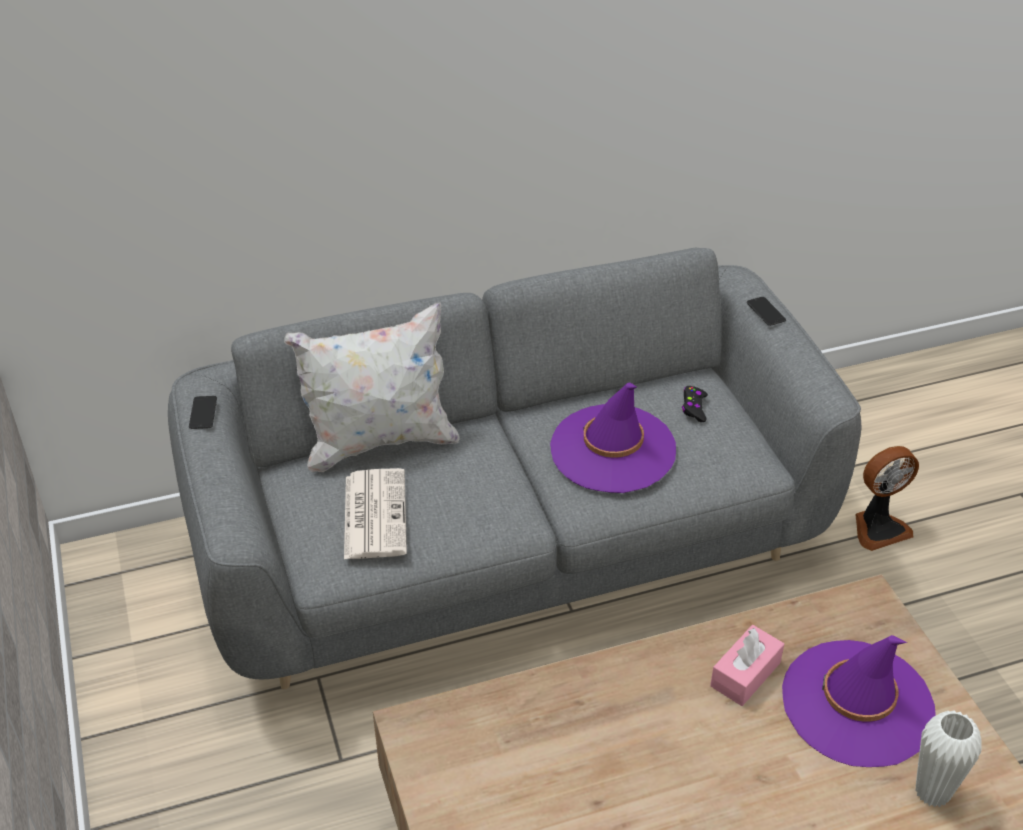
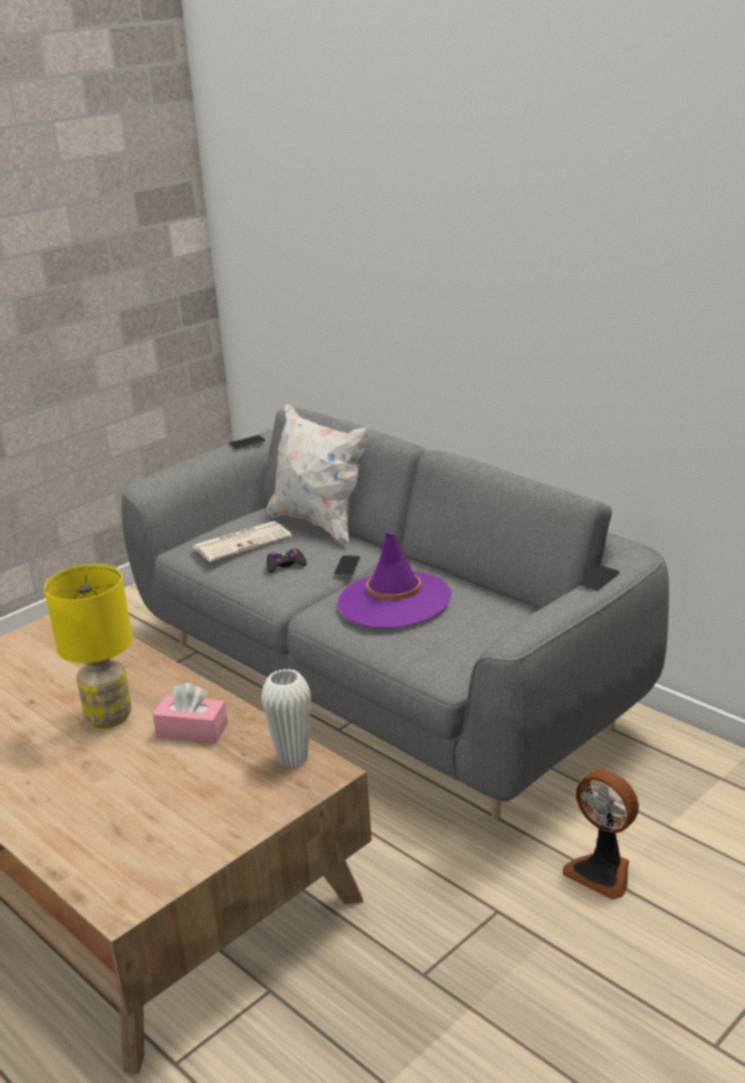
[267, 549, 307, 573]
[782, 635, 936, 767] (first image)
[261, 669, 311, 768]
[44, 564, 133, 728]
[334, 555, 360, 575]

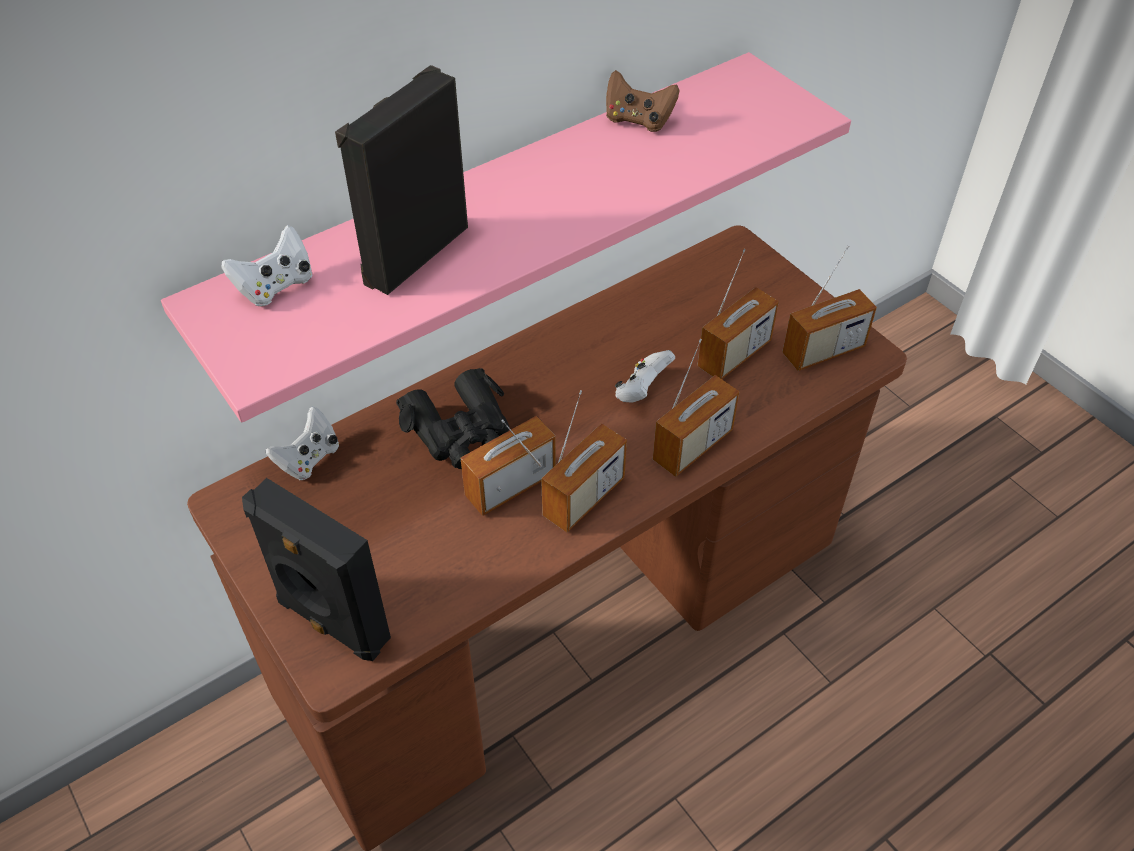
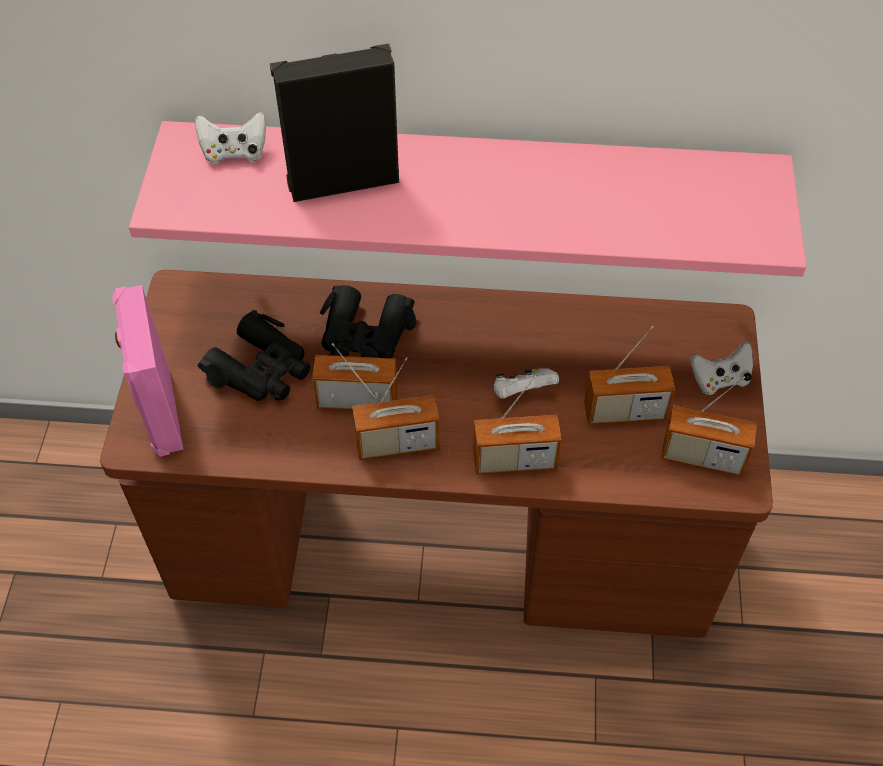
[112, 285, 184, 457]
[690, 341, 753, 395]
[606, 70, 680, 132] (first image)
[198, 310, 310, 401]

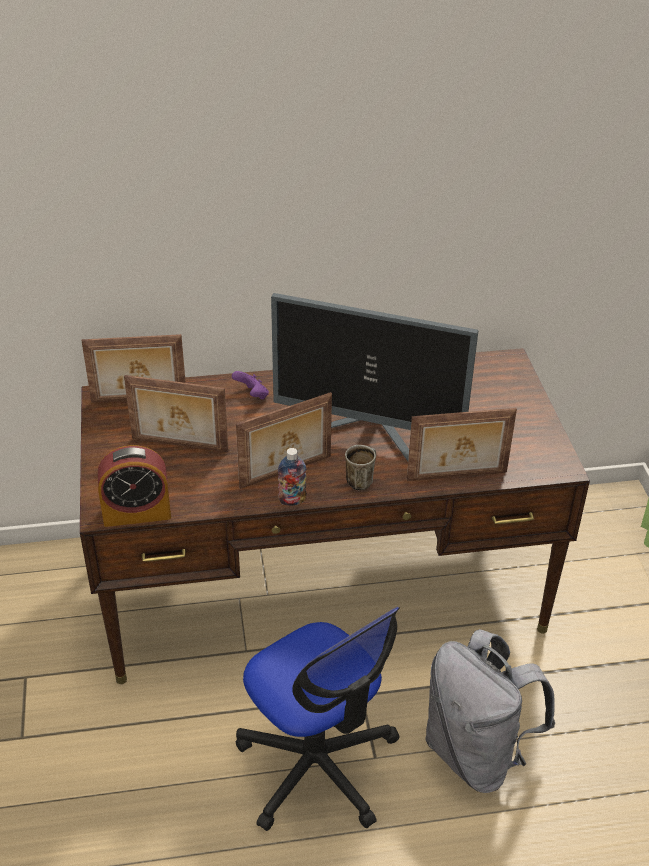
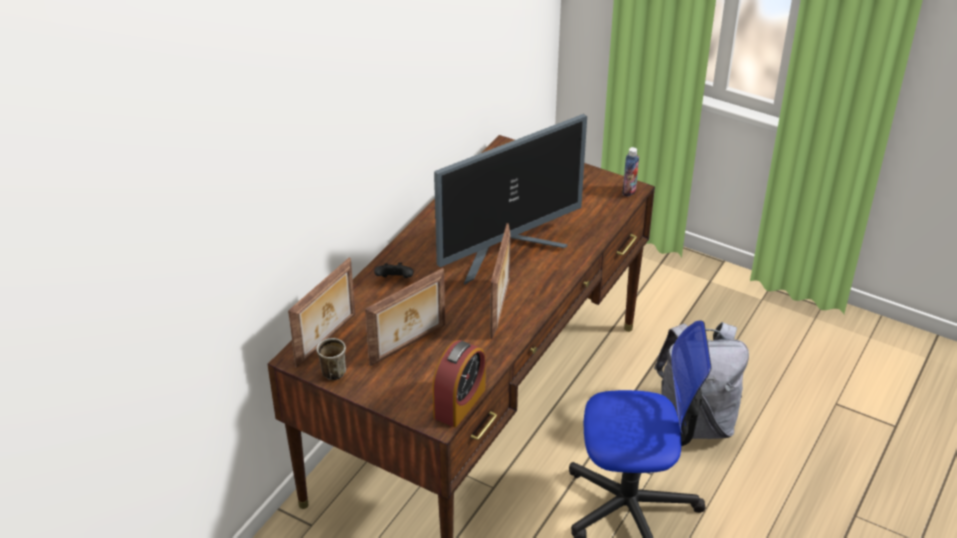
[374, 262, 413, 278]
[623, 147, 639, 197]
[316, 338, 346, 380]
[407, 408, 517, 481] (first image)

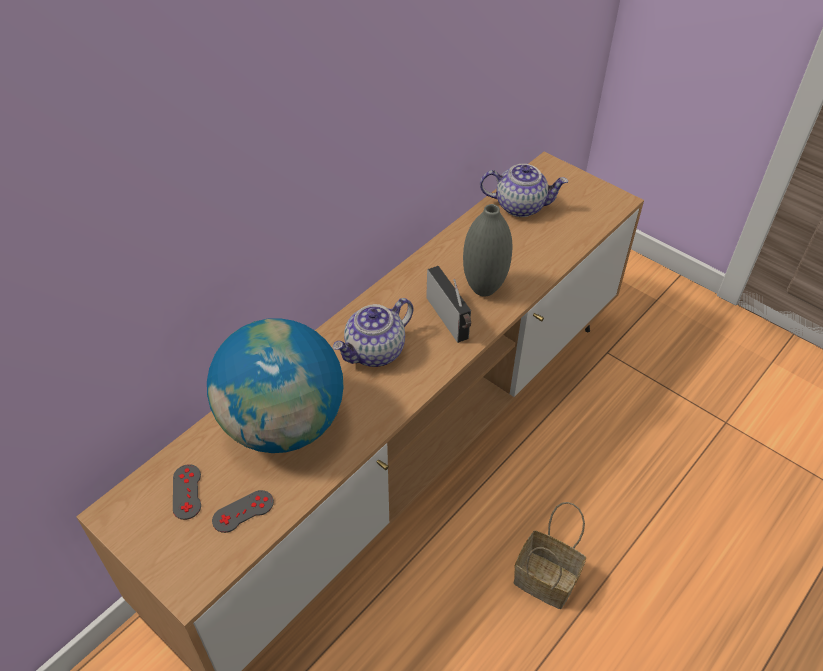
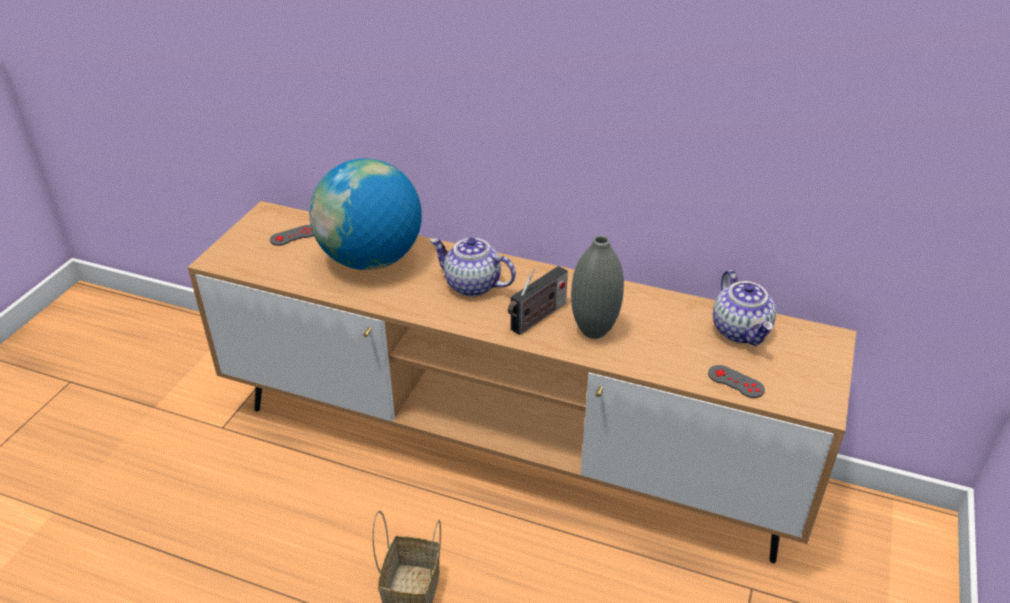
[708, 365, 765, 398]

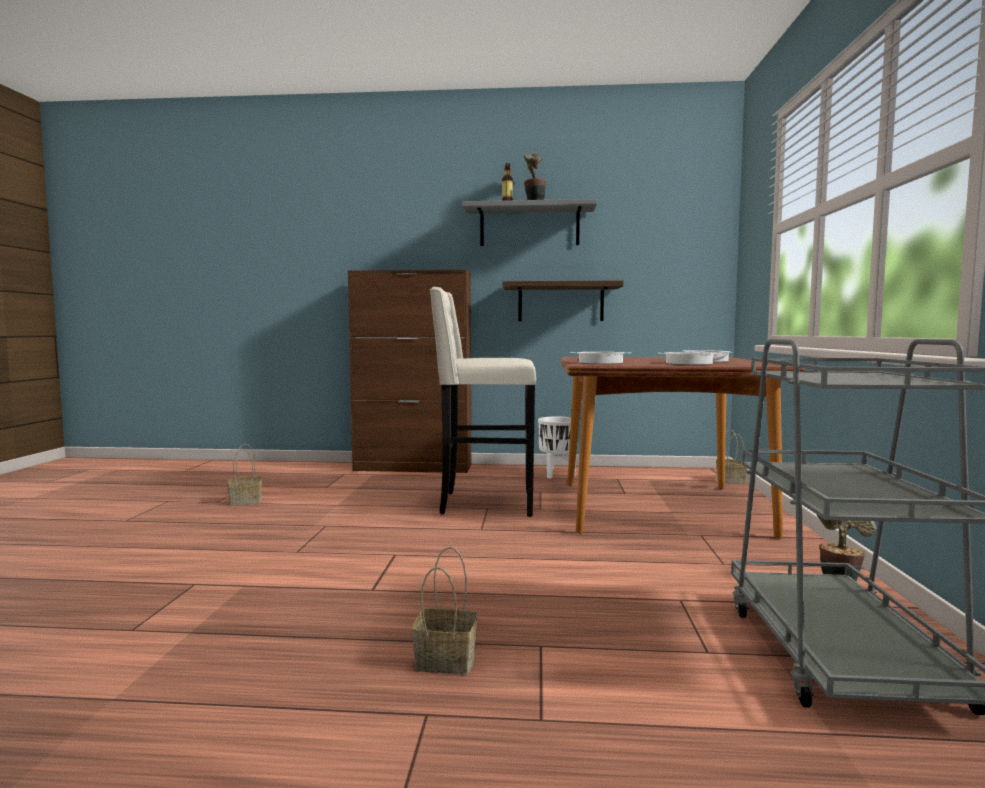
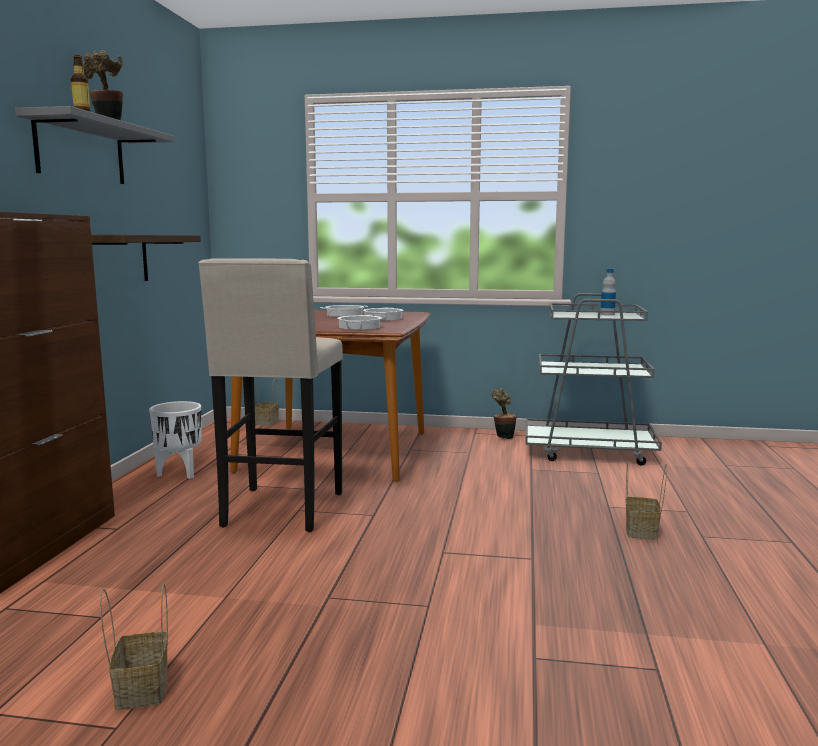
[600, 268, 616, 316]

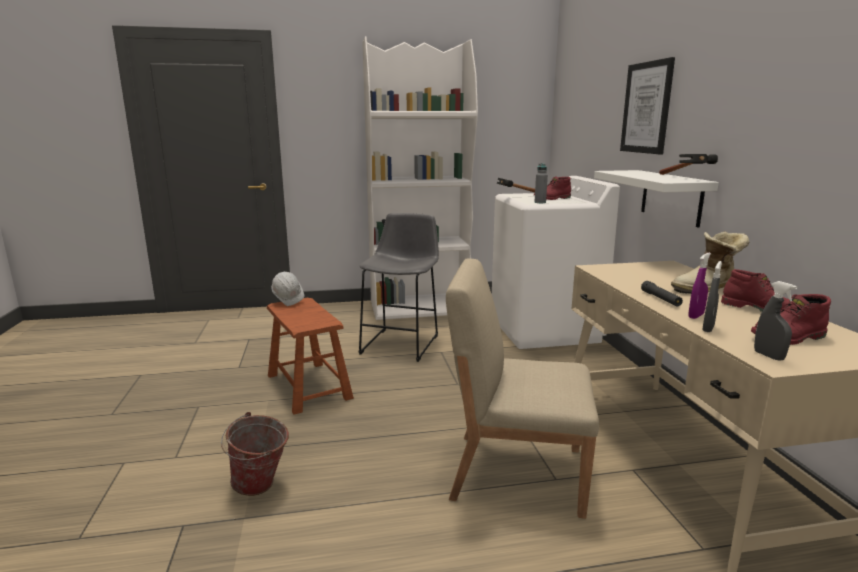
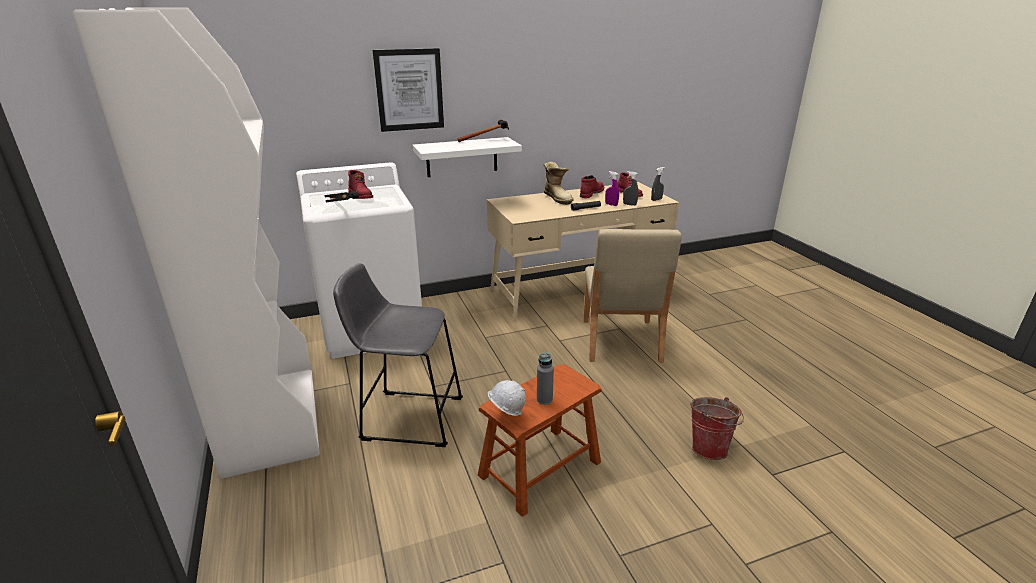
[537, 352, 554, 405]

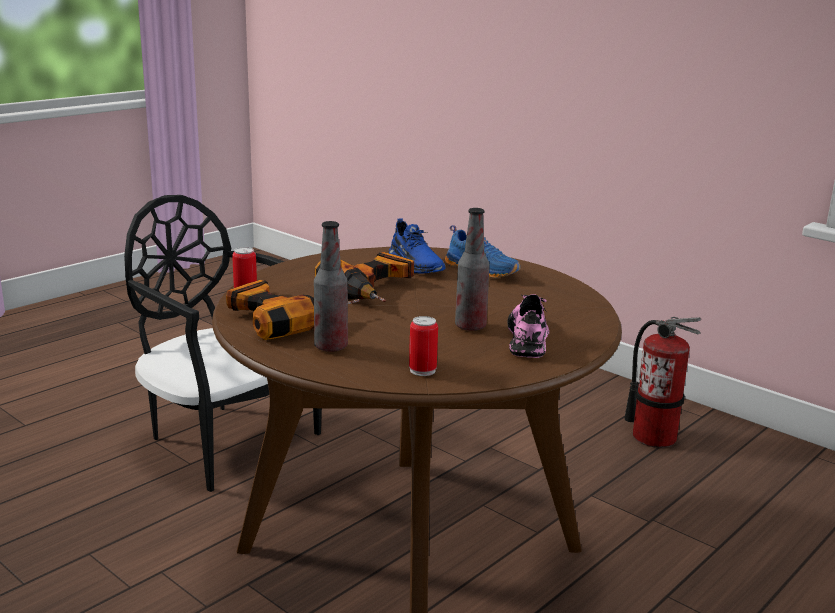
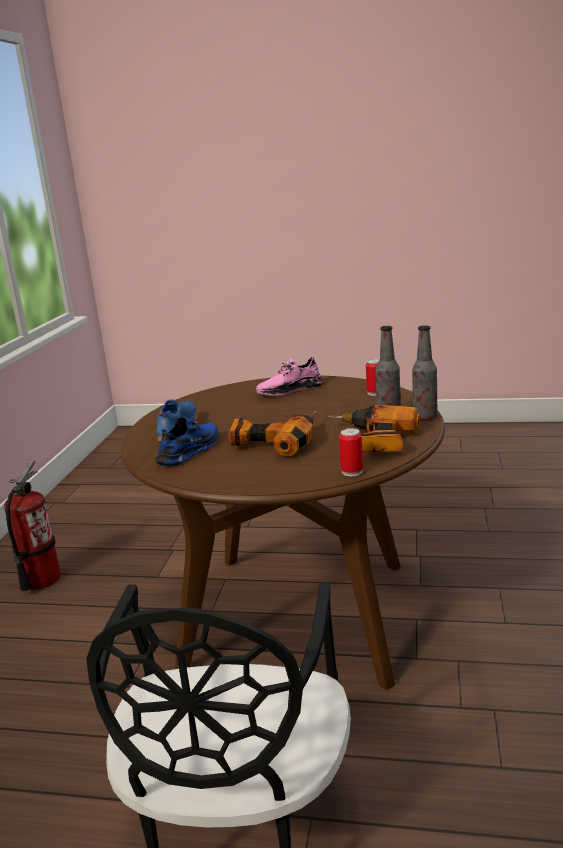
[412, 325, 437, 421]

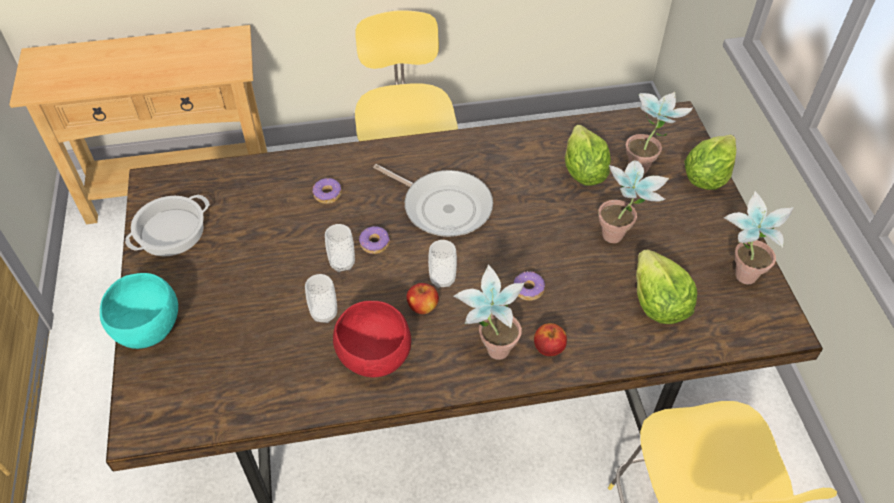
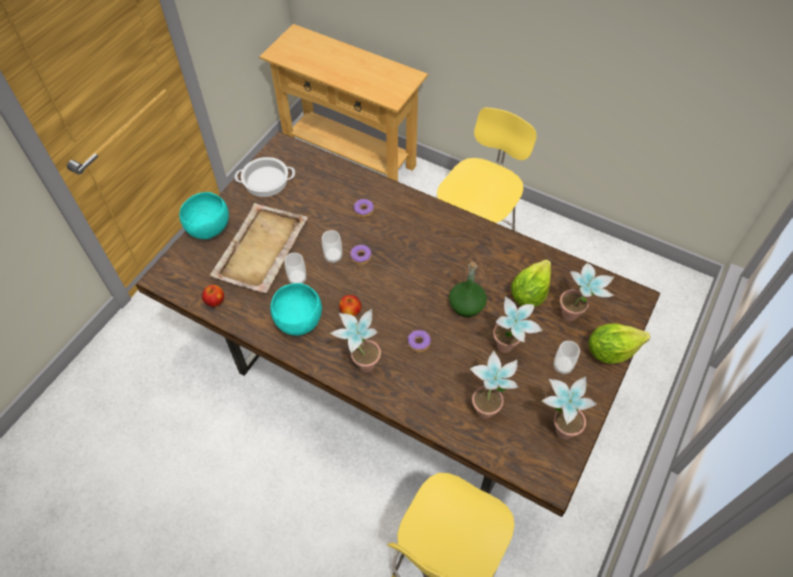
[270, 283, 322, 336]
[373, 164, 493, 237] (first image)
[553, 341, 580, 374]
[202, 285, 224, 307]
[470, 350, 518, 419]
[209, 203, 308, 293]
[449, 262, 487, 317]

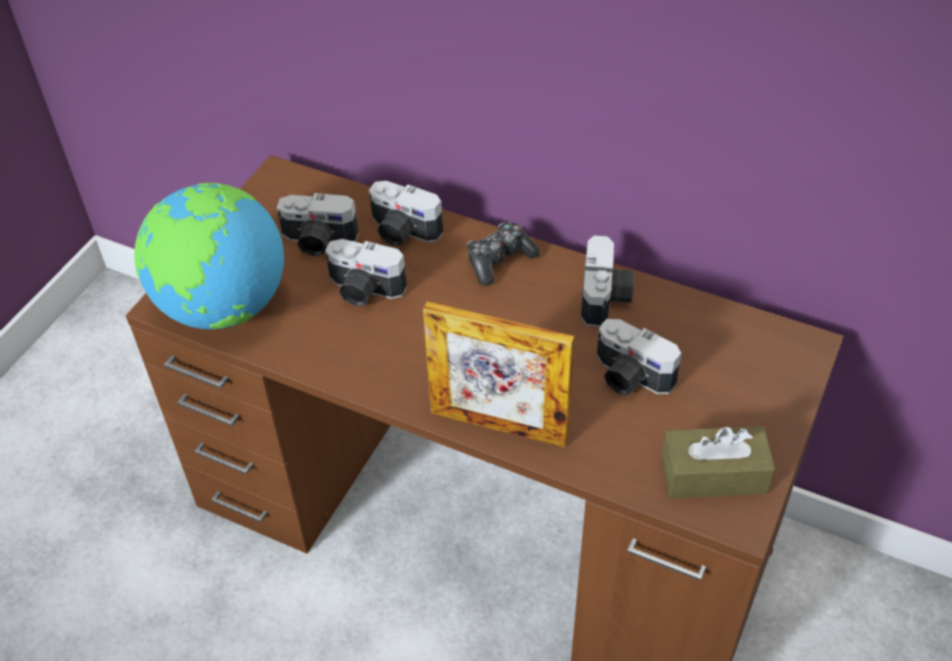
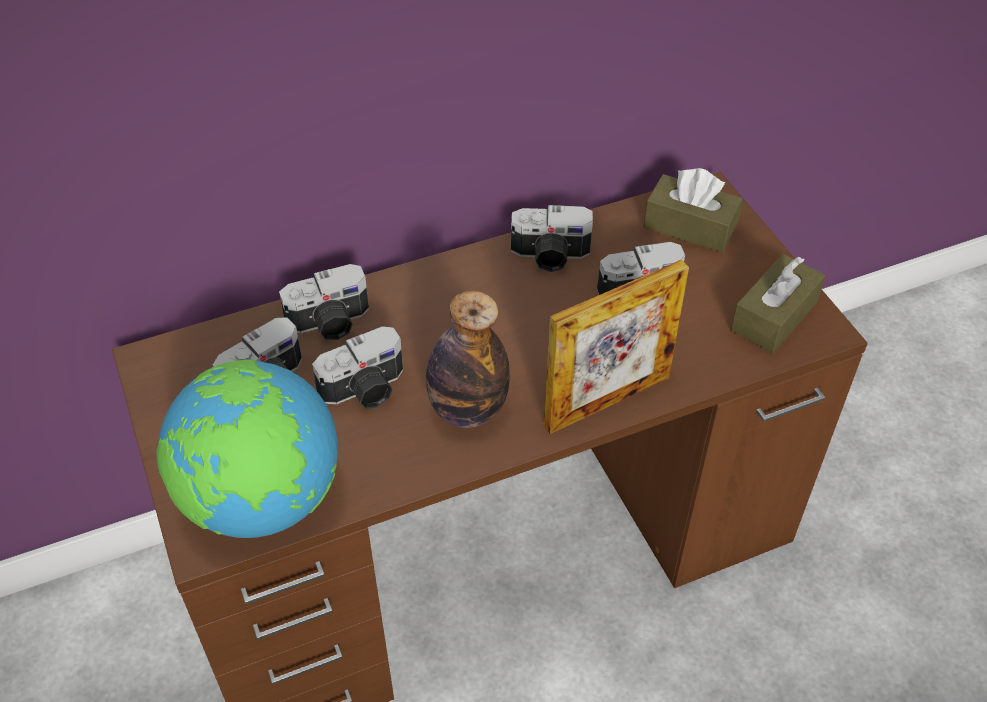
[467, 222, 540, 286] (first image)
[511, 205, 593, 272]
[426, 291, 510, 428]
[643, 168, 743, 253]

